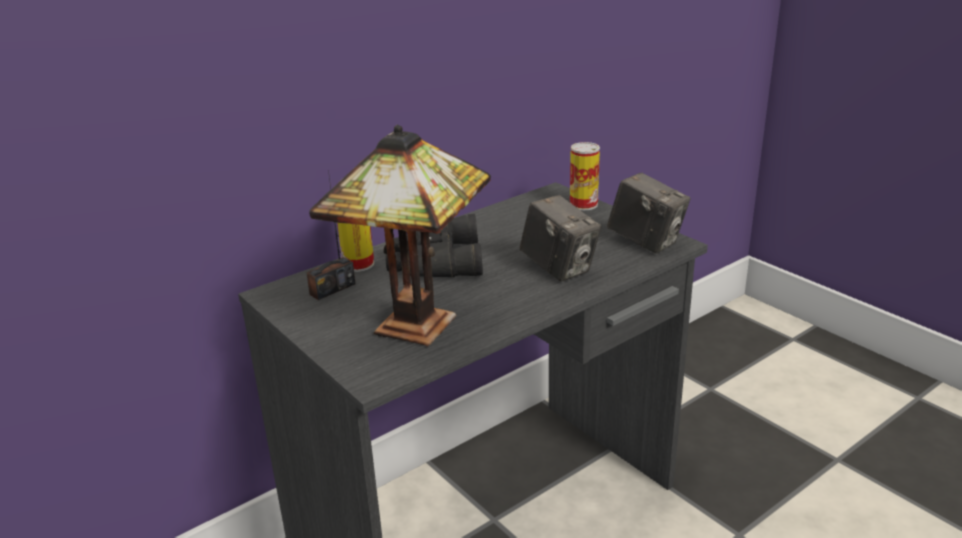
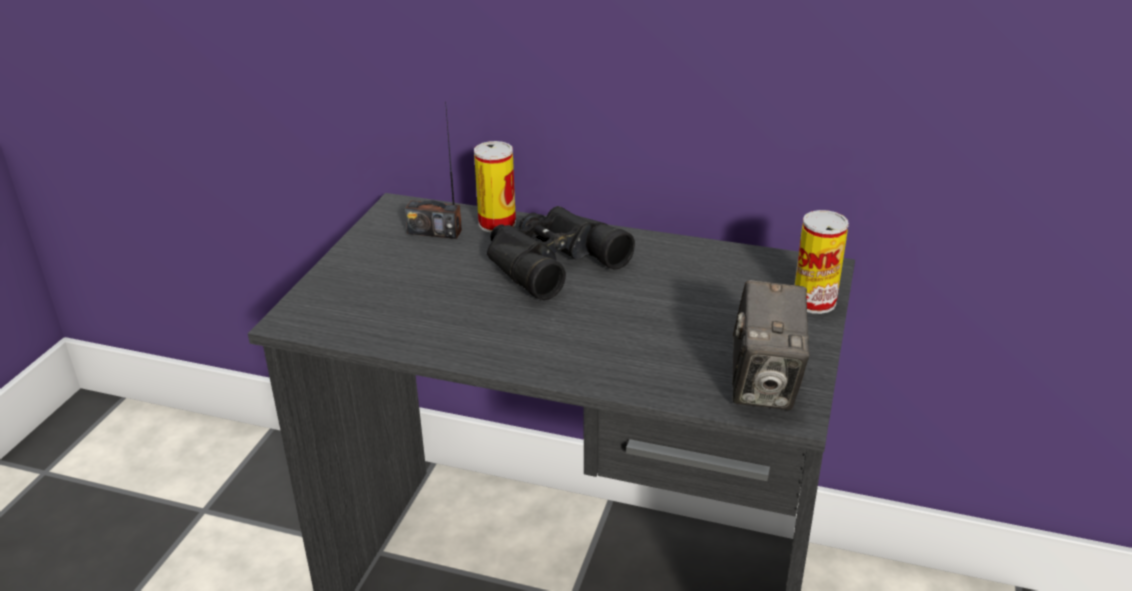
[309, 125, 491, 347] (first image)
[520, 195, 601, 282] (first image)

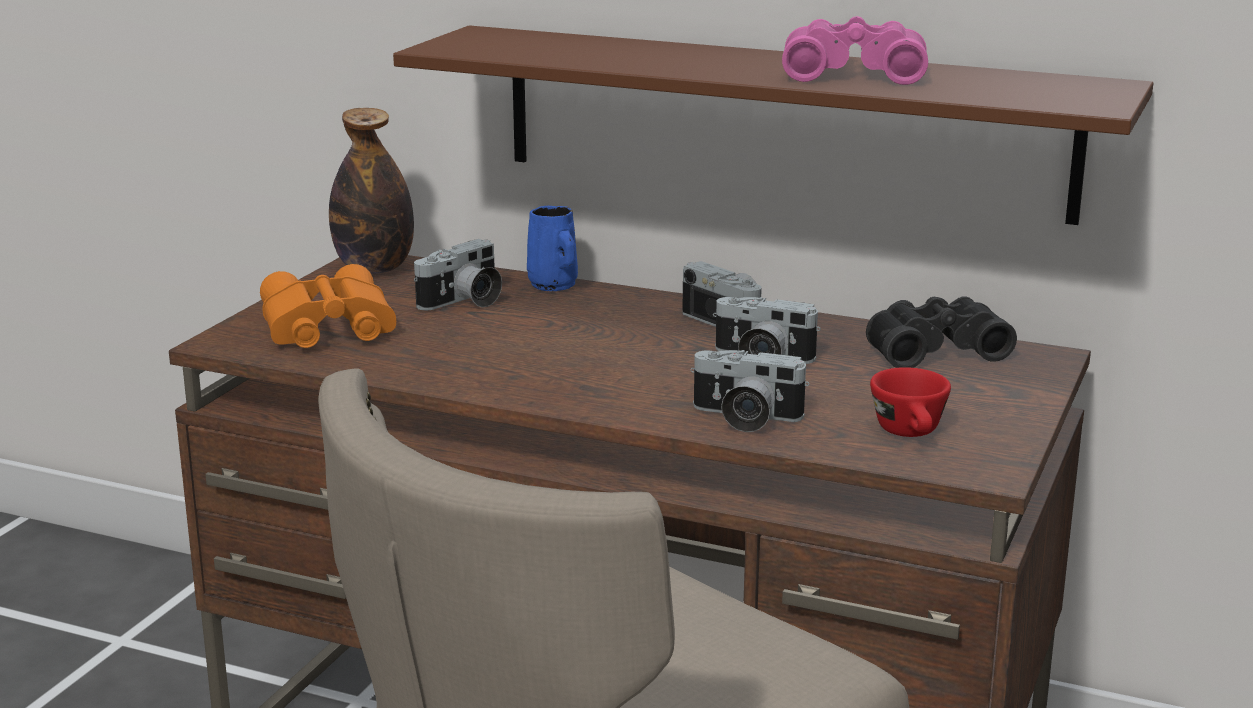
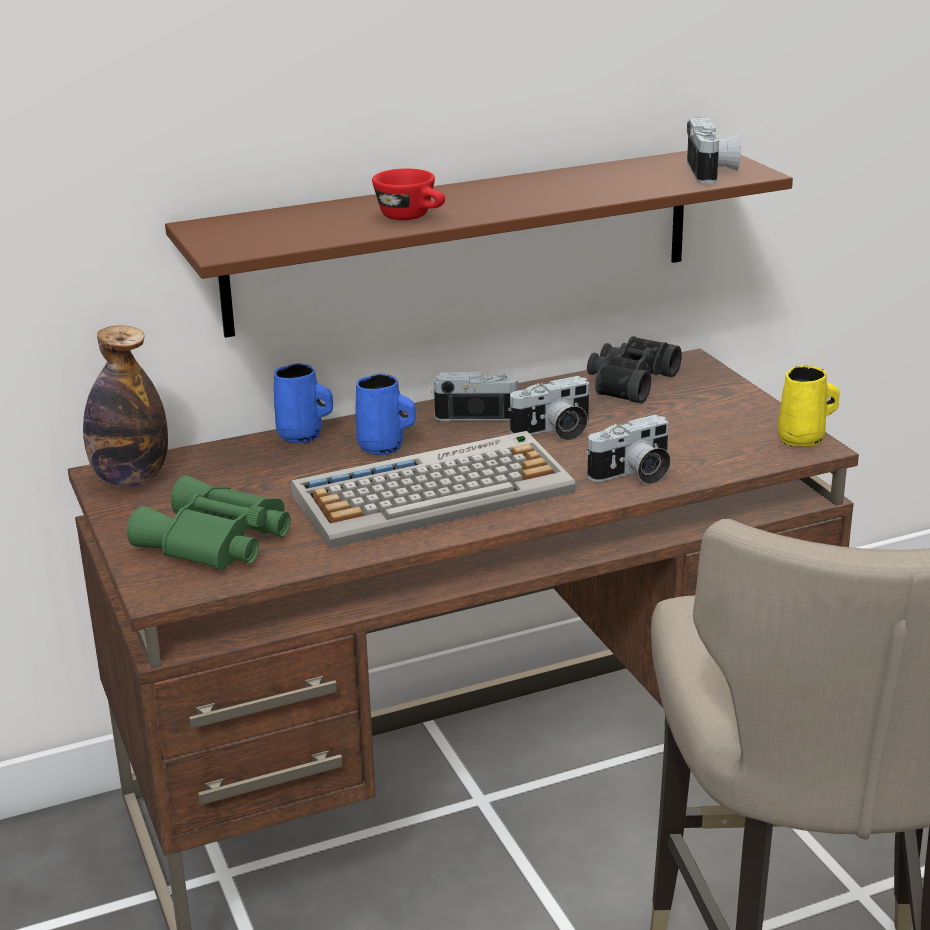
[127, 476, 291, 570]
[687, 118, 741, 184]
[782, 16, 928, 85] (first image)
[372, 169, 445, 220]
[291, 431, 576, 549]
[355, 374, 416, 455]
[778, 366, 840, 447]

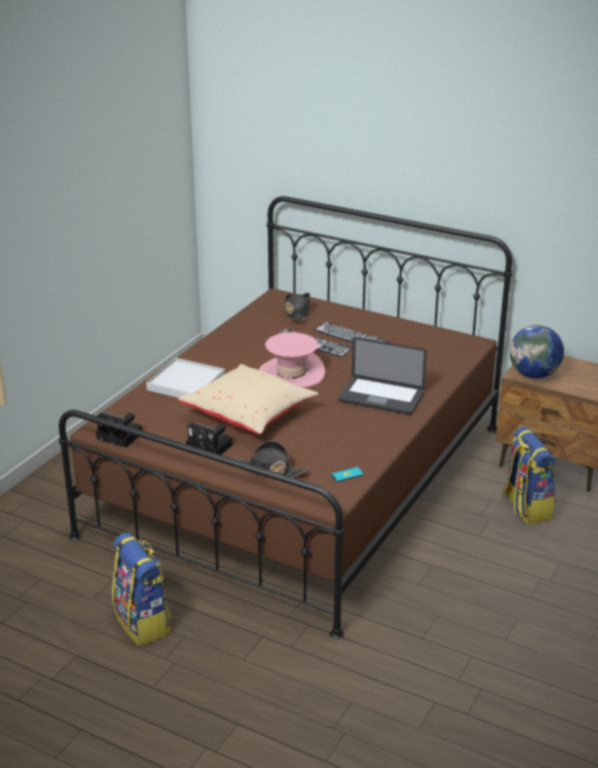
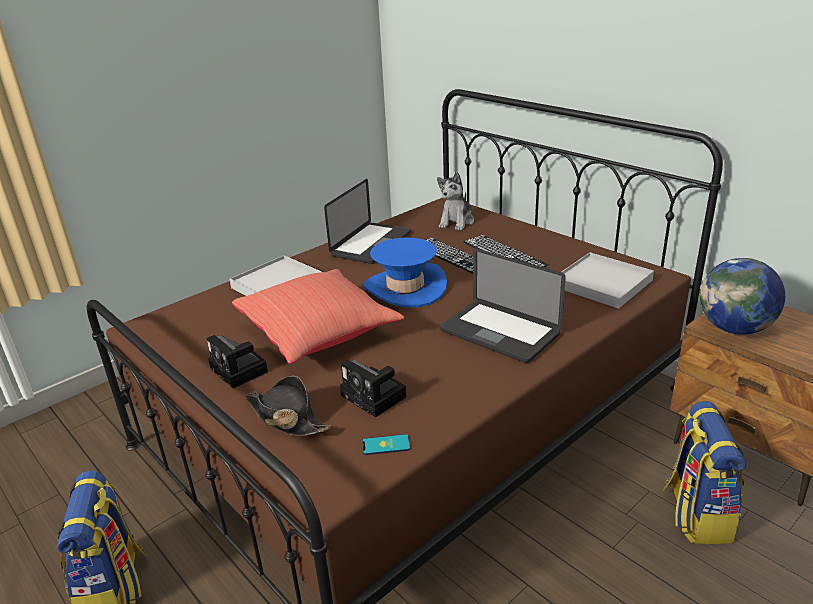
[340, 360, 406, 417]
[232, 269, 404, 364]
[364, 238, 447, 308]
[437, 172, 474, 231]
[324, 179, 411, 264]
[562, 252, 654, 309]

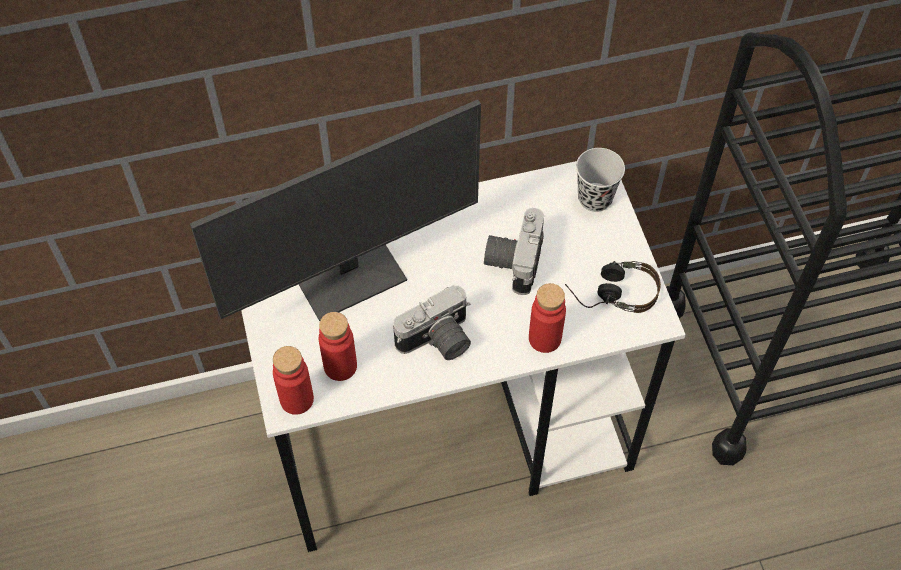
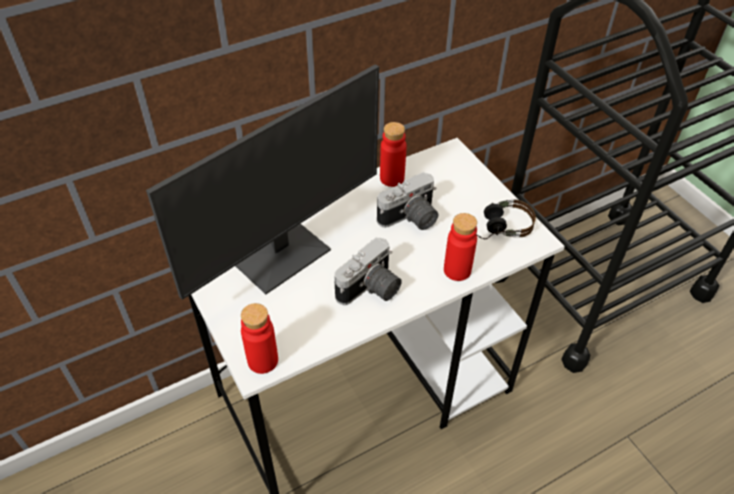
[380, 122, 407, 187]
[377, 172, 438, 230]
[576, 148, 625, 212] (first image)

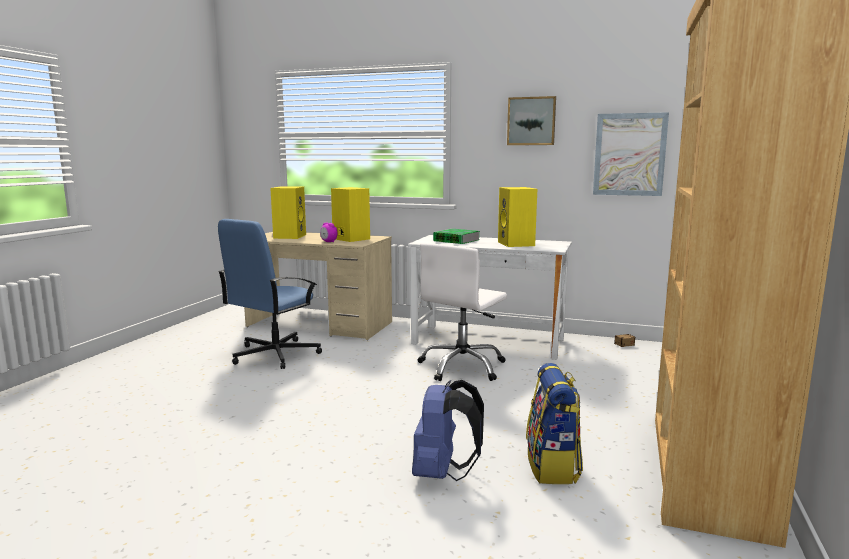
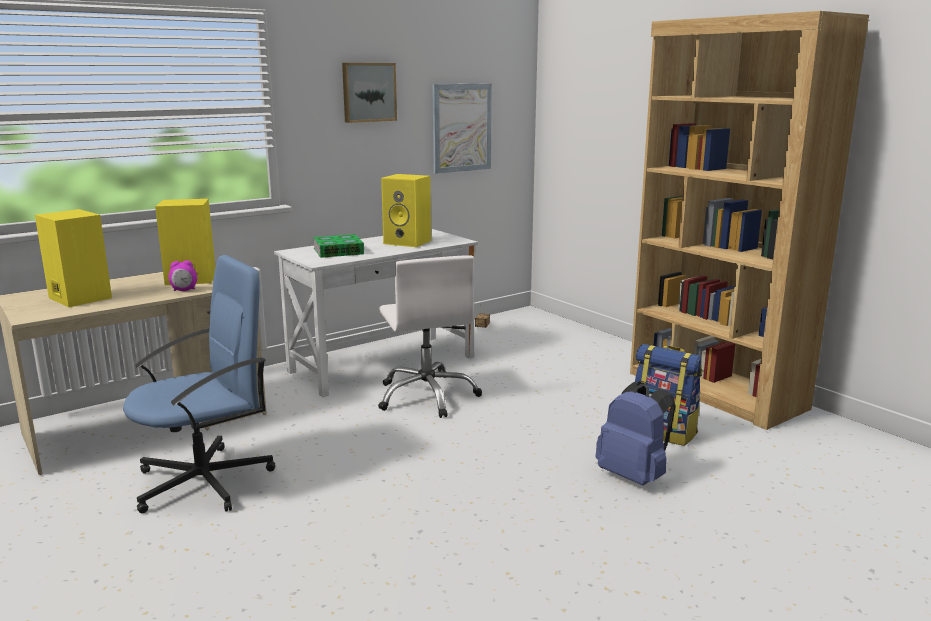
[123, 255, 275, 513]

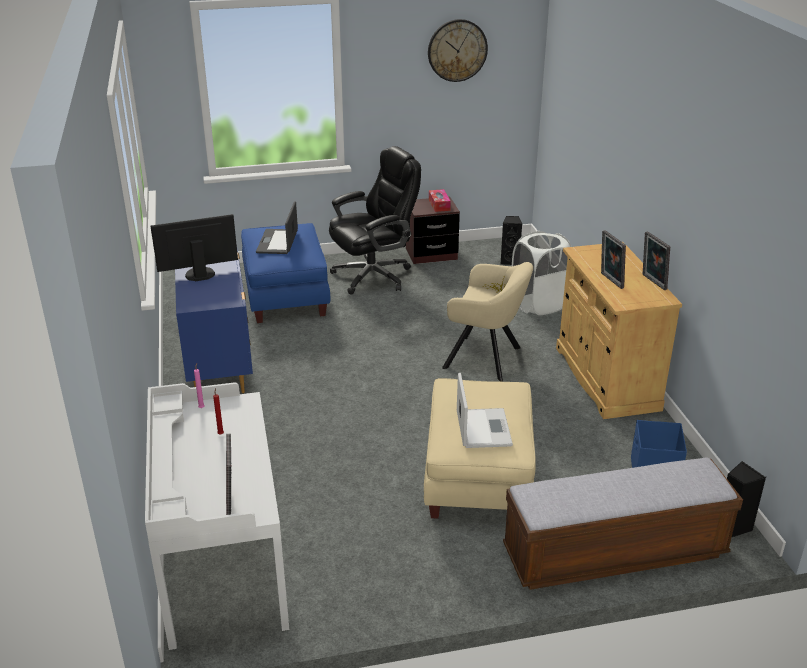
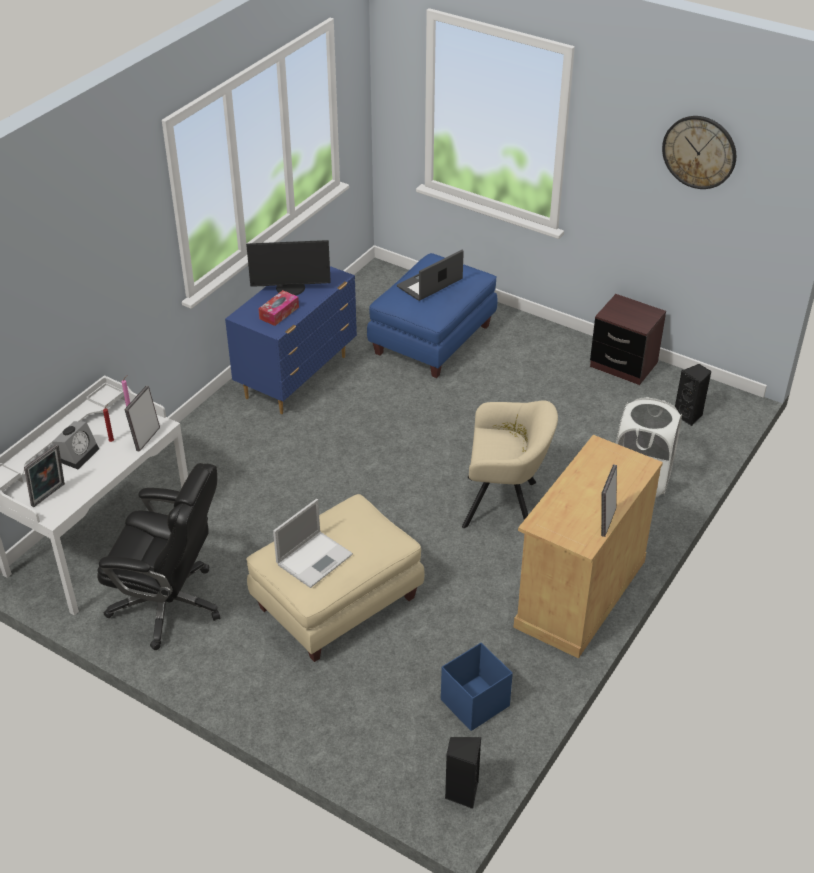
[246, 240, 331, 296]
[97, 463, 220, 650]
[258, 290, 299, 326]
[462, 400, 558, 528]
[503, 458, 743, 590] (first image)
[124, 386, 160, 452]
[52, 421, 99, 470]

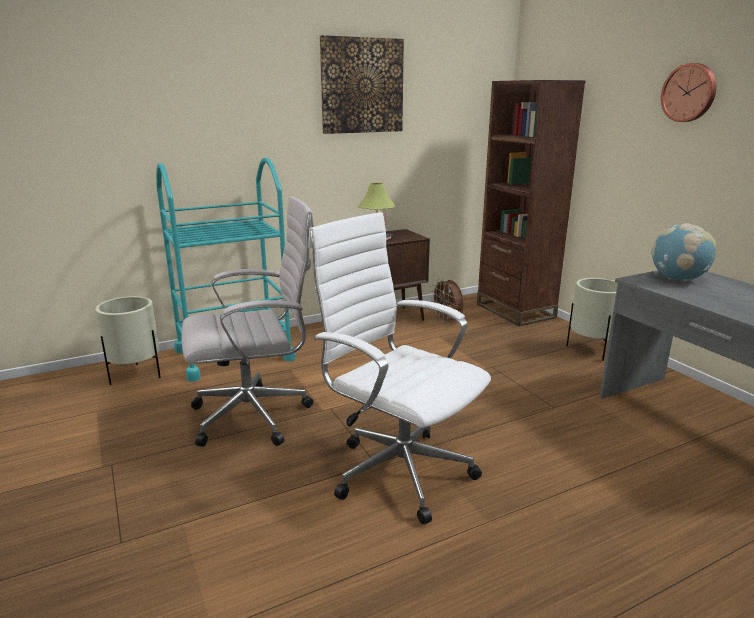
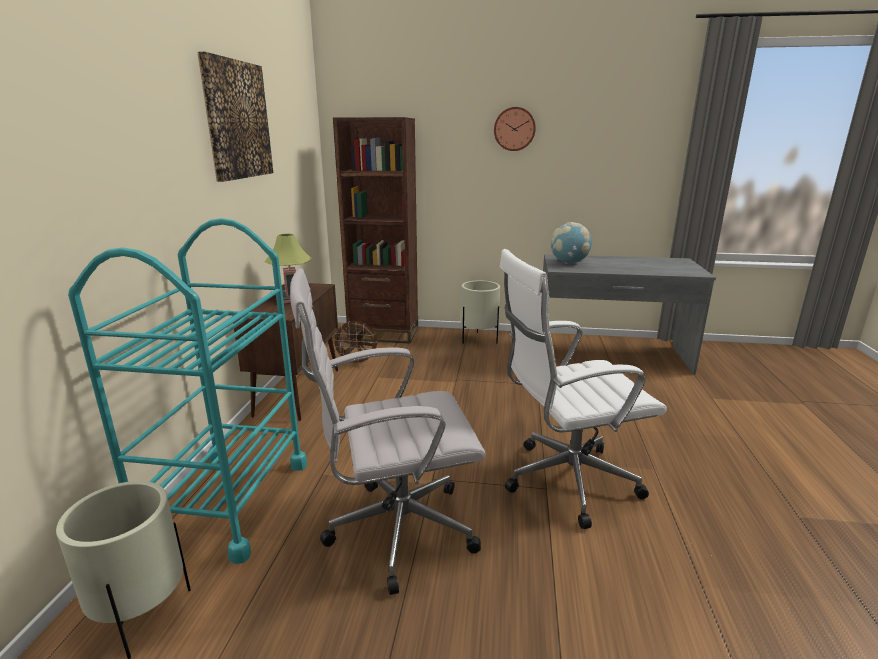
[290, 268, 485, 595]

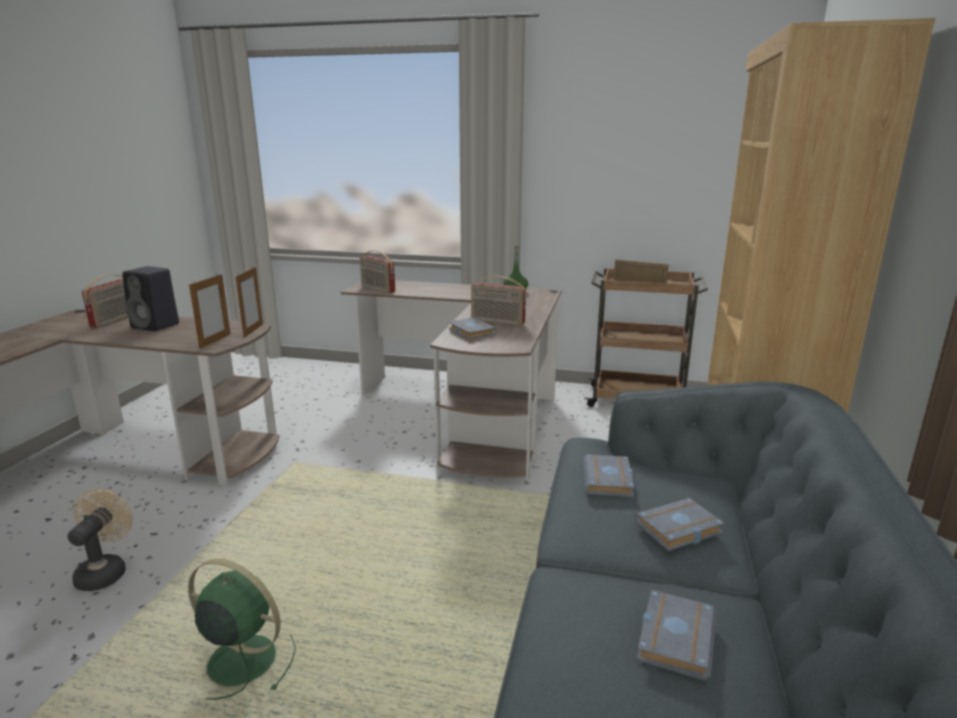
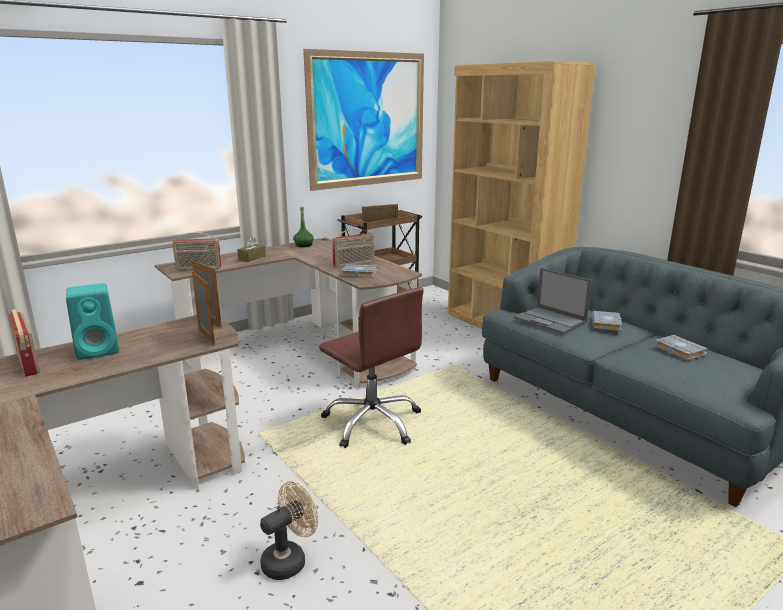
[260, 481, 318, 580]
[66, 283, 119, 360]
[188, 559, 296, 700] (first image)
[514, 268, 592, 334]
[237, 237, 266, 262]
[303, 49, 424, 191]
[319, 287, 424, 448]

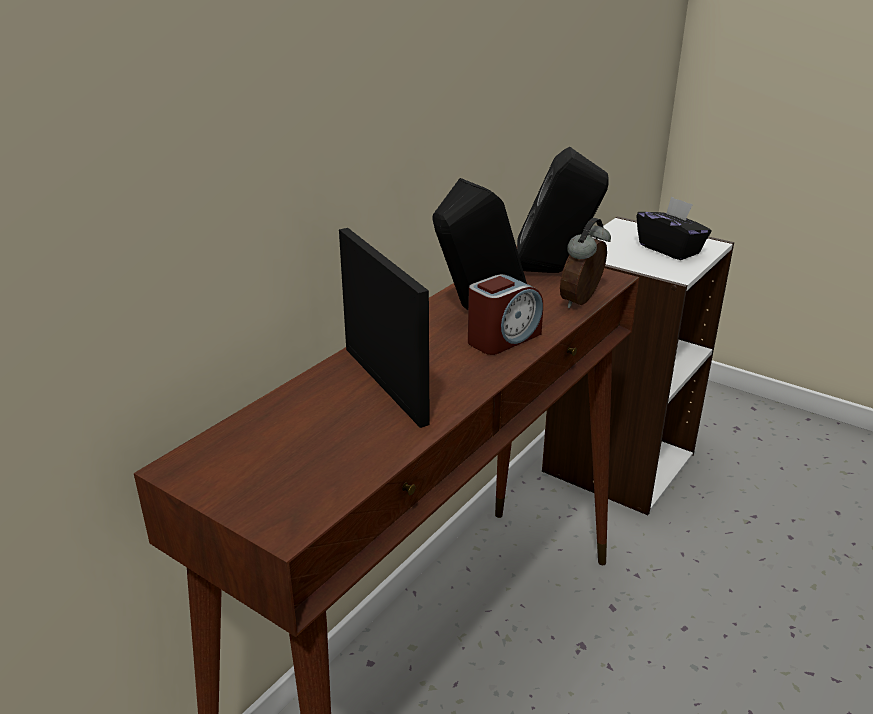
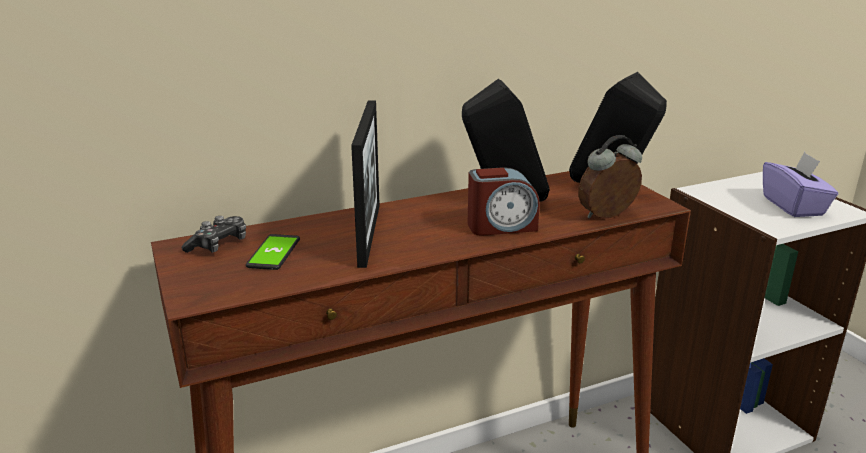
[763, 152, 839, 217]
[182, 216, 246, 253]
[246, 234, 300, 270]

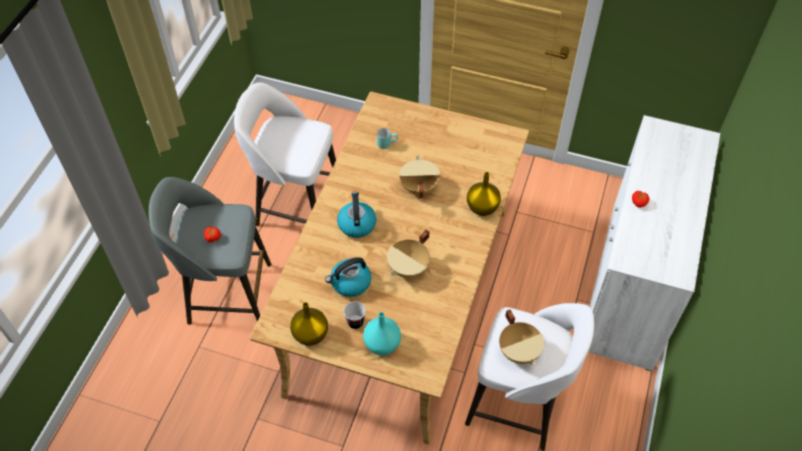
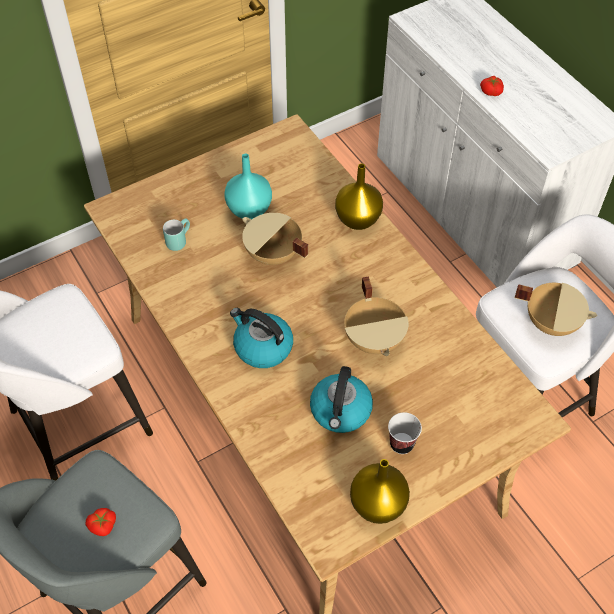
[224, 154, 272, 219]

